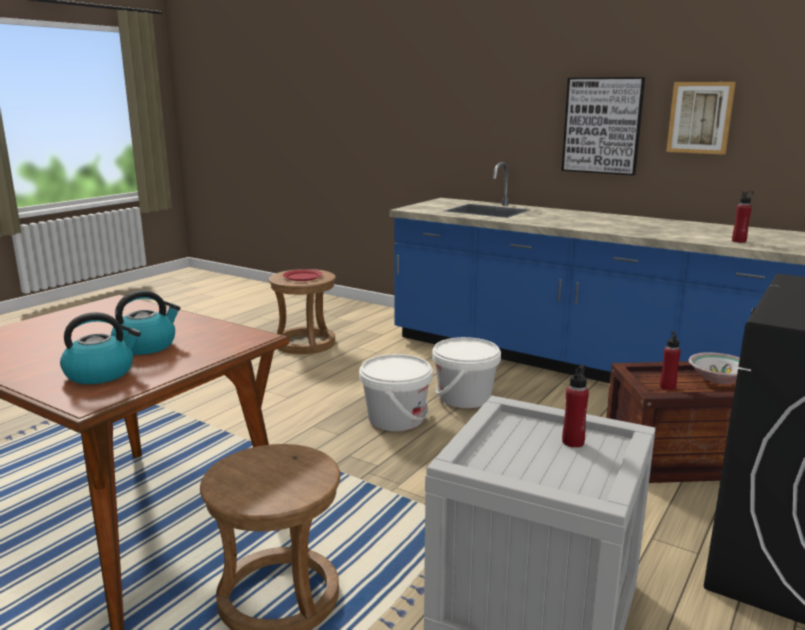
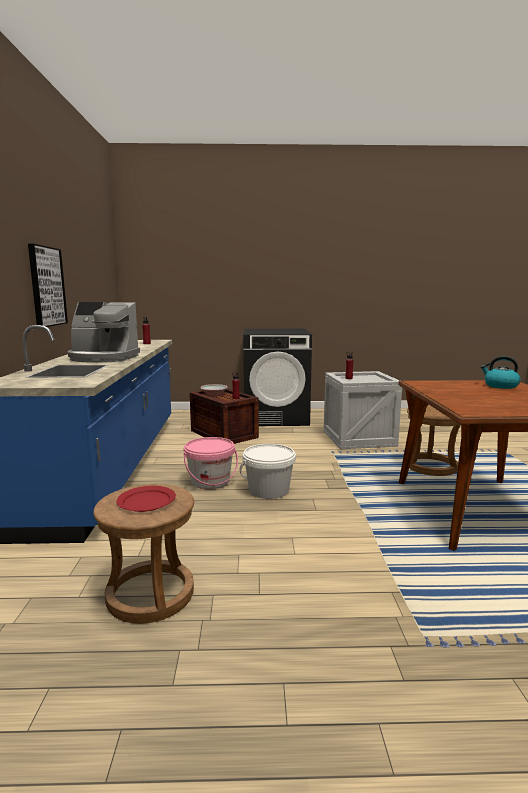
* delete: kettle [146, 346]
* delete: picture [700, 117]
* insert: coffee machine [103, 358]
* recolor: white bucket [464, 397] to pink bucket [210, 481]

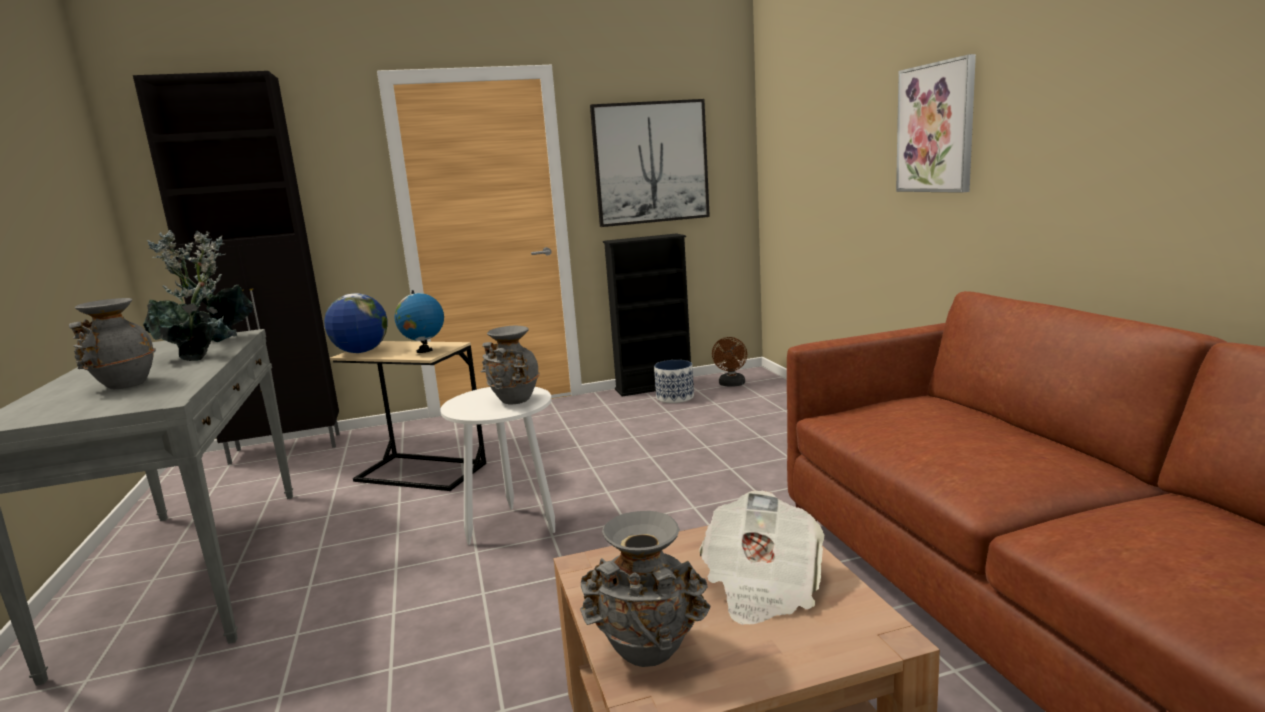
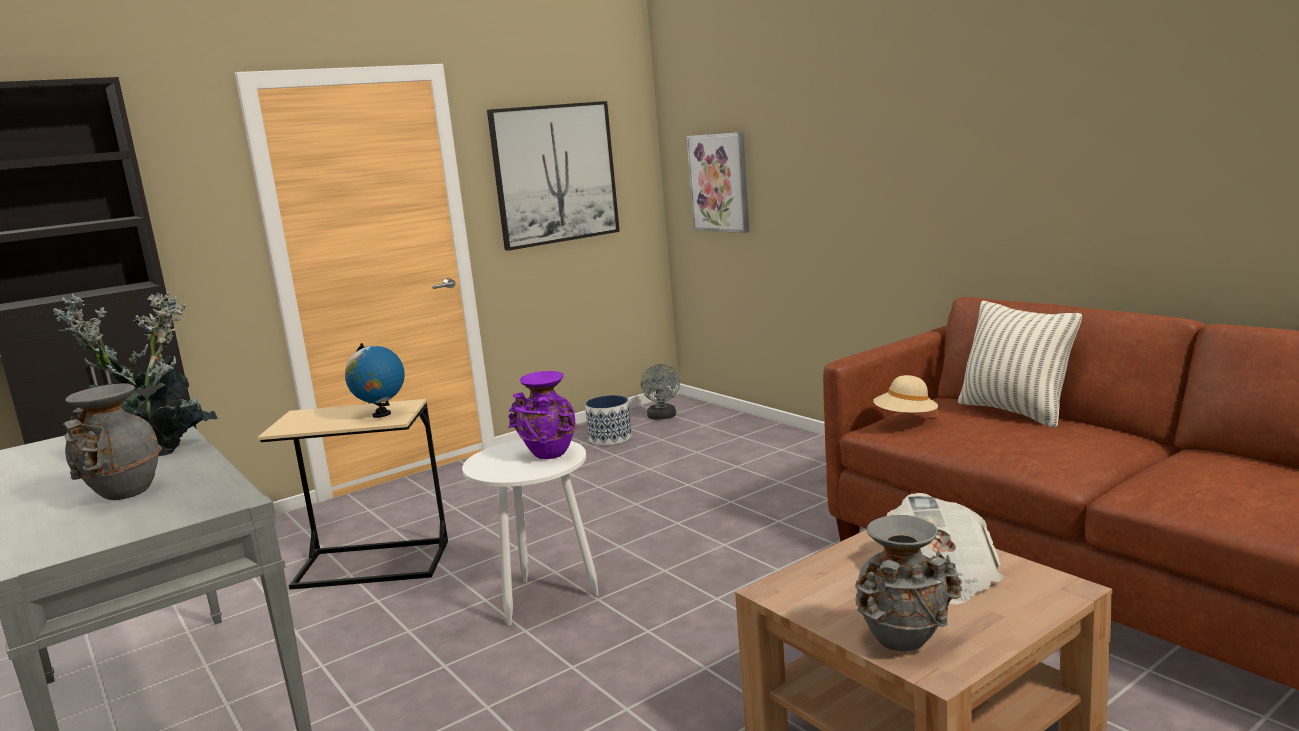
* delete: globe [361, 352]
* delete: black bookcase [654, 387]
* insert: beige hat [905, 418]
* insert: pillow [1015, 412]
* move: picture [936, 128] to [719, 182]
* recolor: grey vase [514, 401] to purple vase [549, 455]
* recolor: brown fan [731, 384] to grey fan [662, 417]

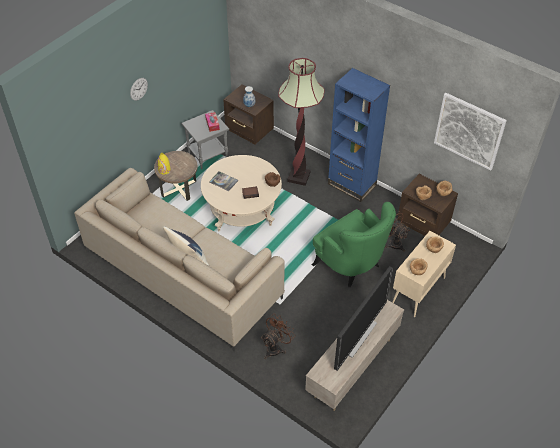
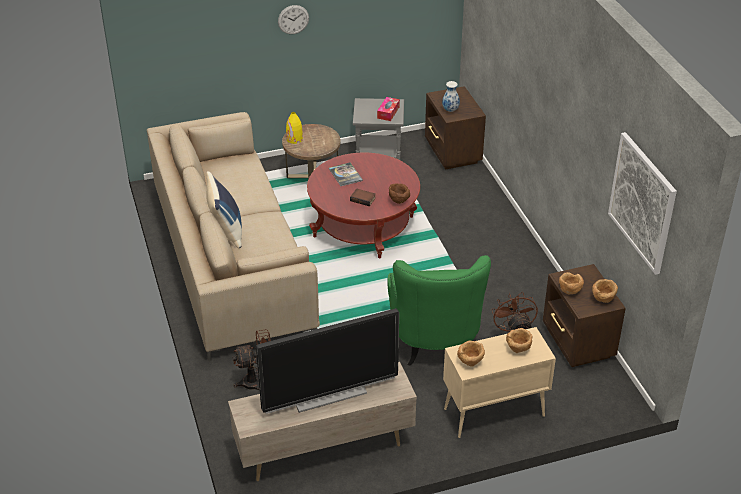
* delete: floor lamp [299, 177]
* delete: blue bookcase [351, 185]
* recolor: beige coffee table [242, 208] to red coffee table [363, 226]

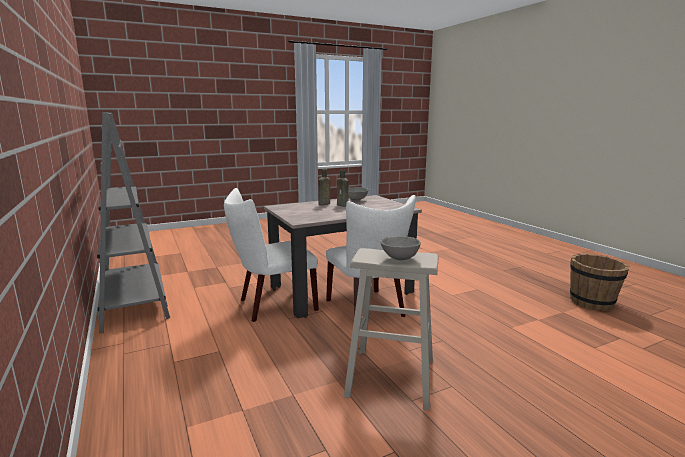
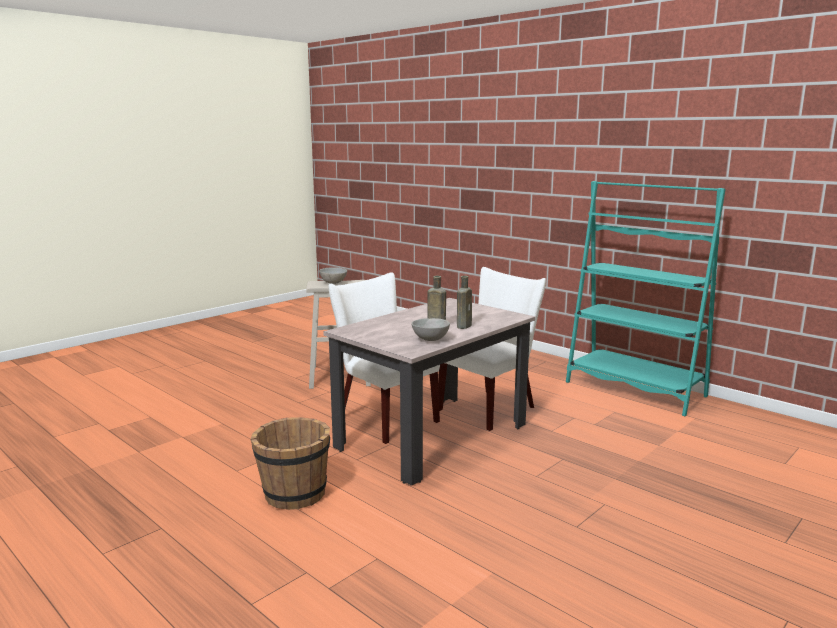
* move: brown bucket [592, 302] to [294, 494]
* recolor: grey bookcase [135, 301] to turquoise bookcase [635, 389]

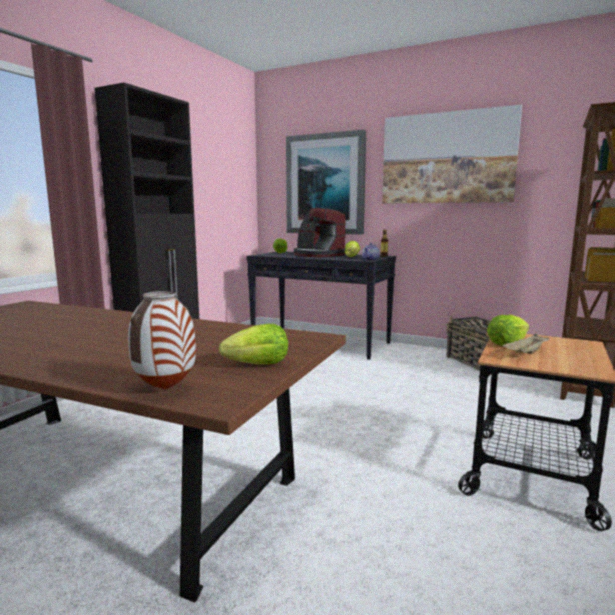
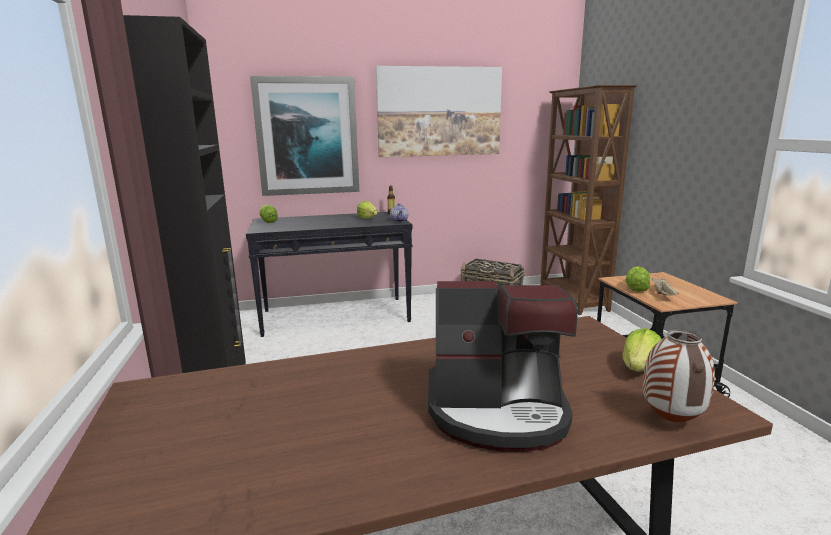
* move: coffee machine [318, 255] to [497, 410]

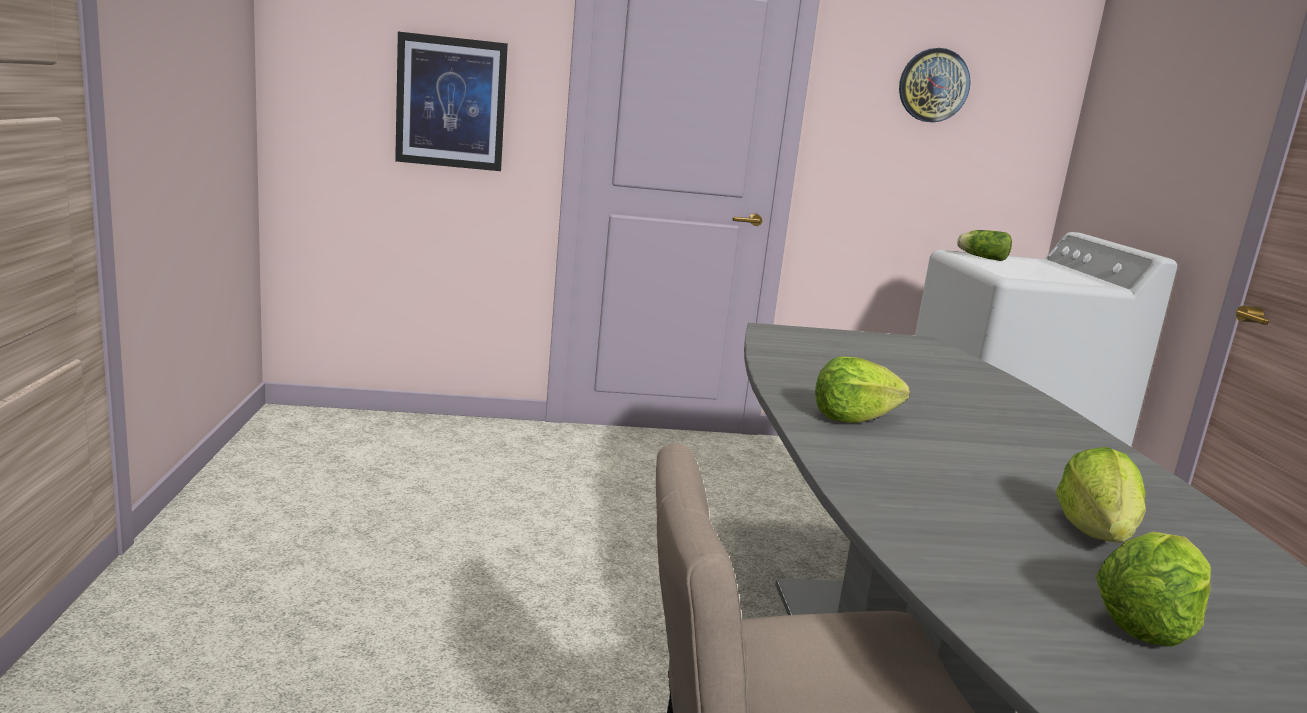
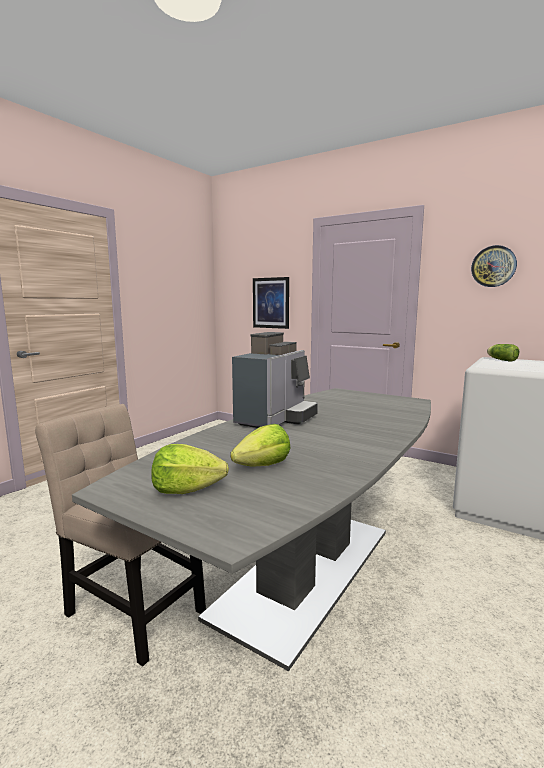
* replace: lettuce [853, 418] to coffee machine [276, 419]

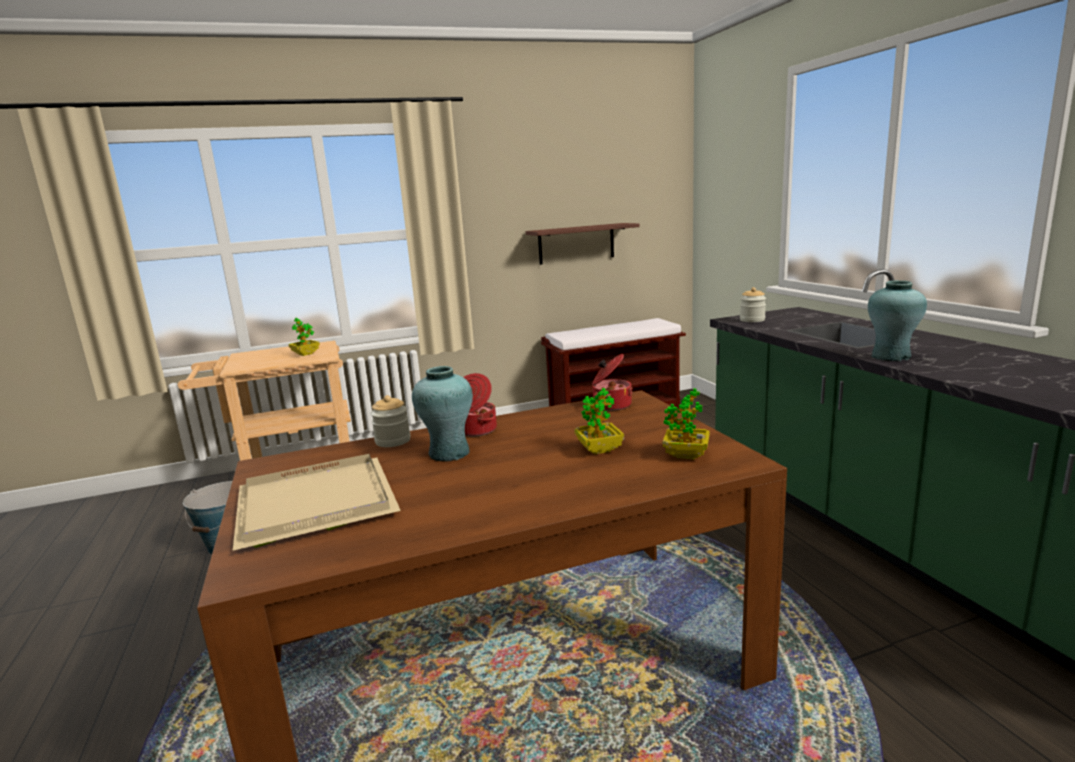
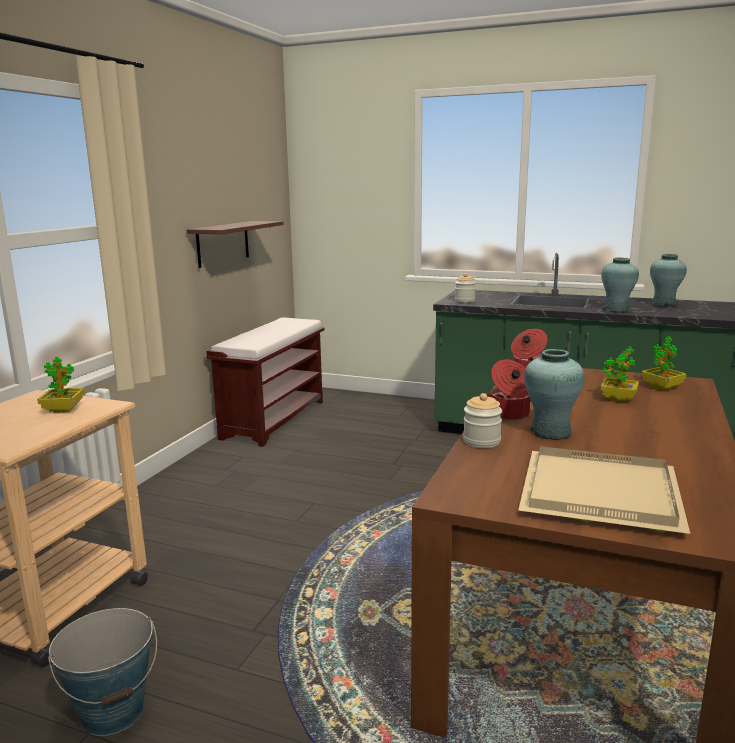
* insert: turquoise vase [664, 304]

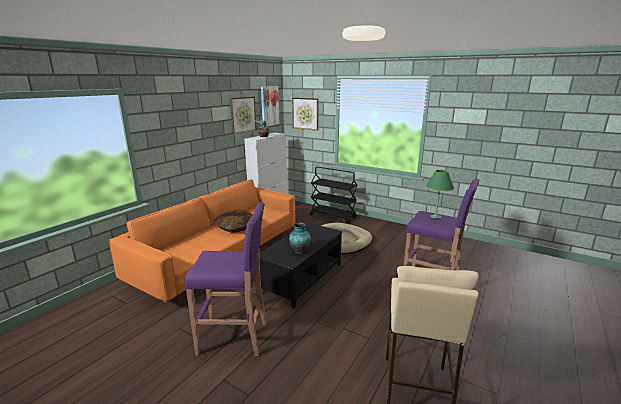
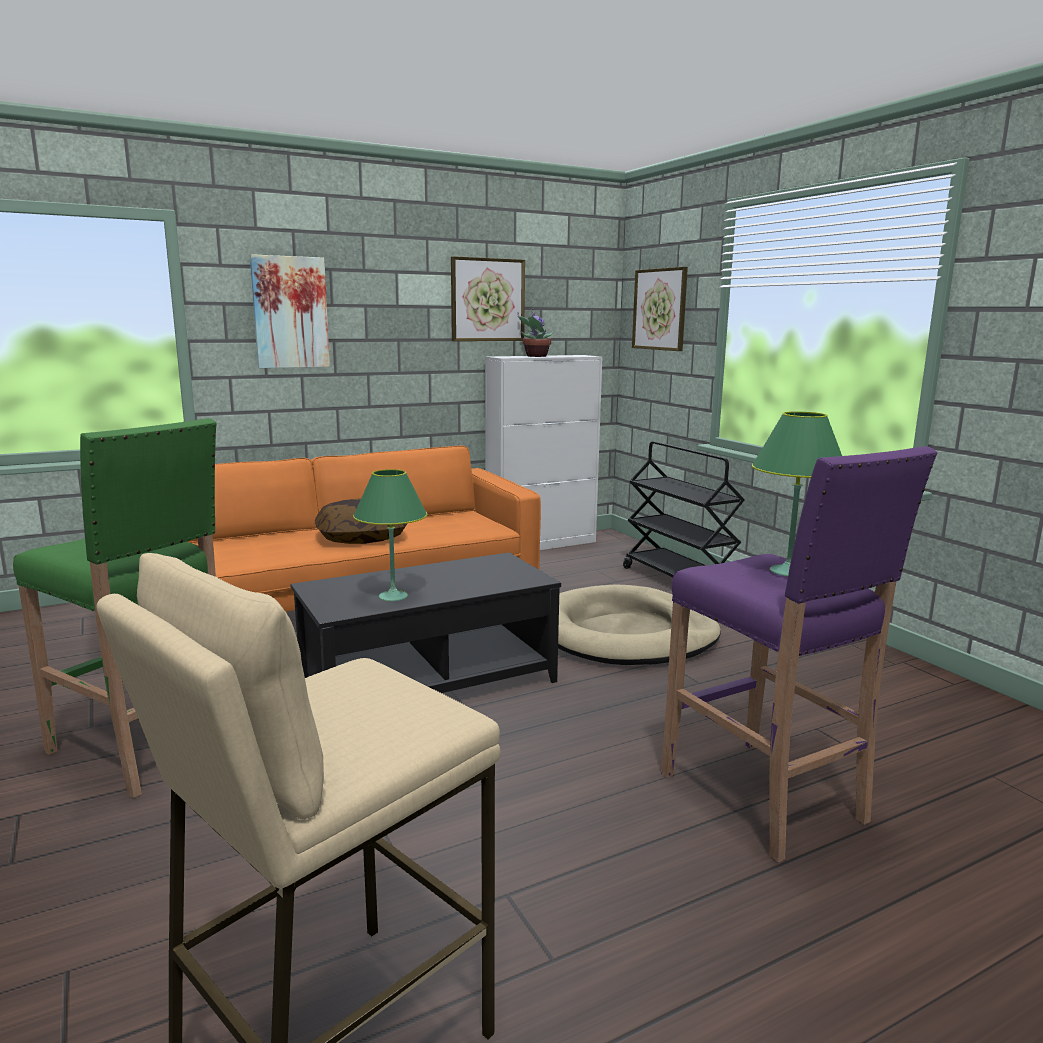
* move: picture [269, 106] to [290, 312]
* replace: vase [299, 251] to green table lamp [392, 596]
* recolor: purple stool [234, 338] to green stool [145, 748]

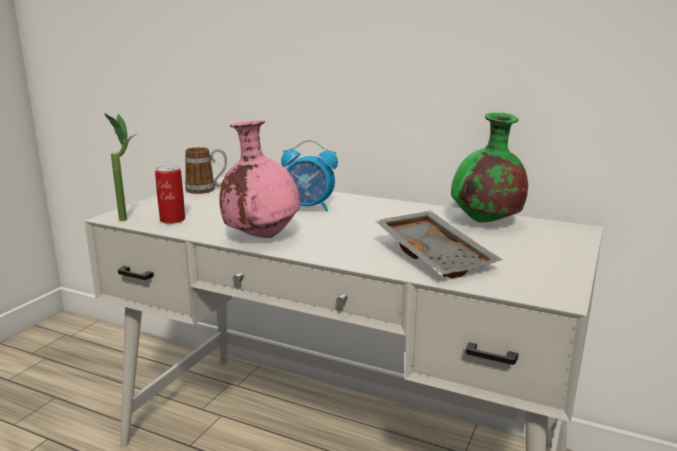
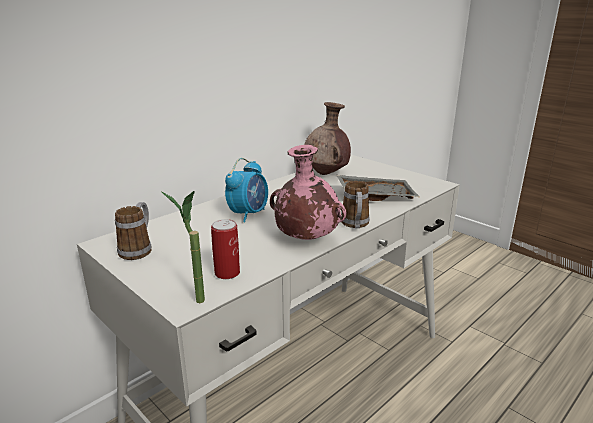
* insert: mug [355, 225]
* recolor: green vase [485, 222] to brown vase [326, 173]

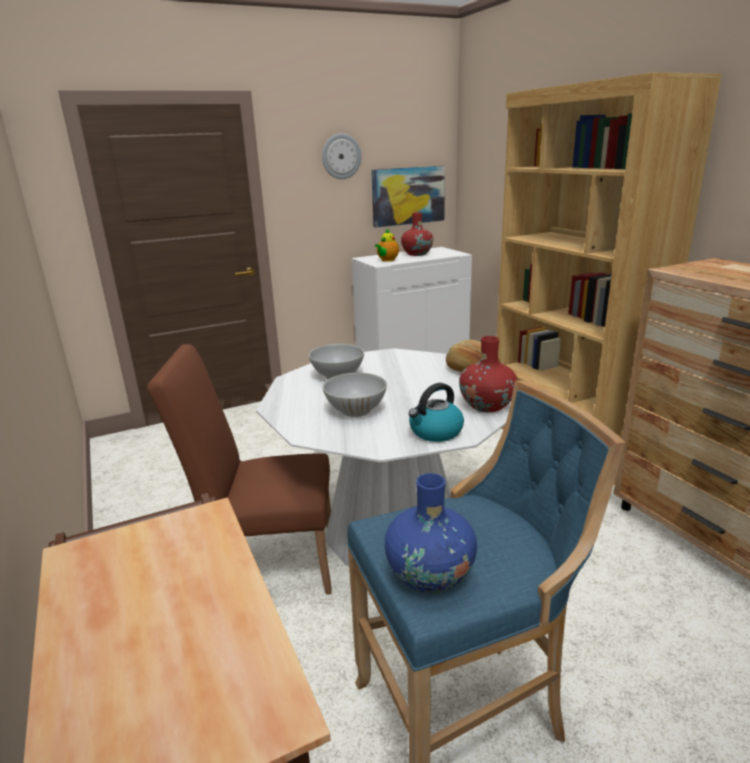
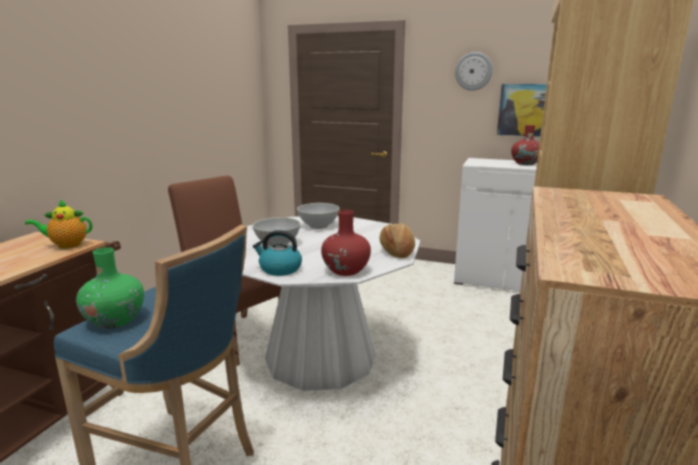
* move: teapot [387, 260] to [66, 245]
* recolor: blue vase [430, 575] to green vase [115, 320]

